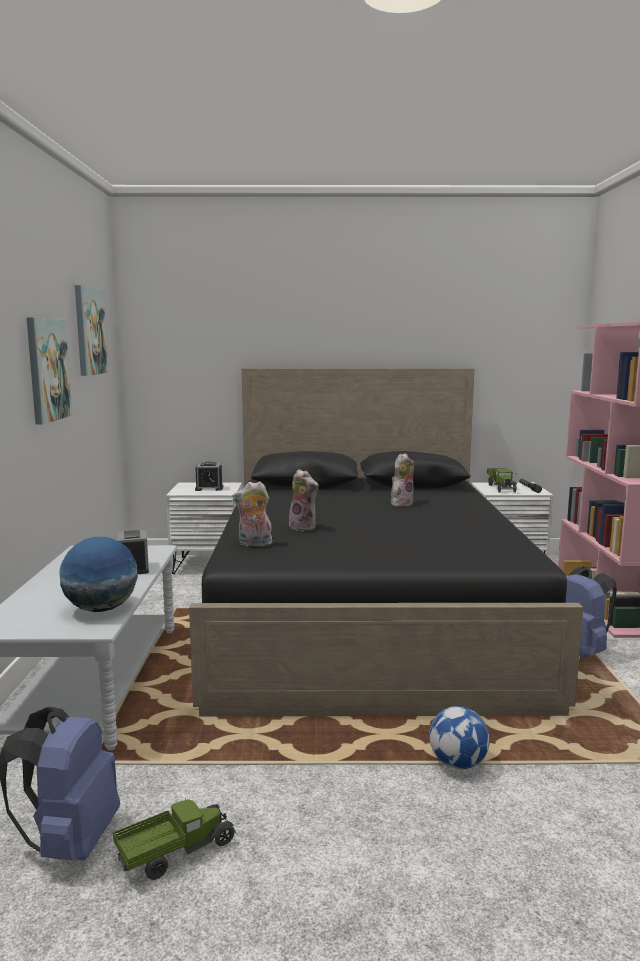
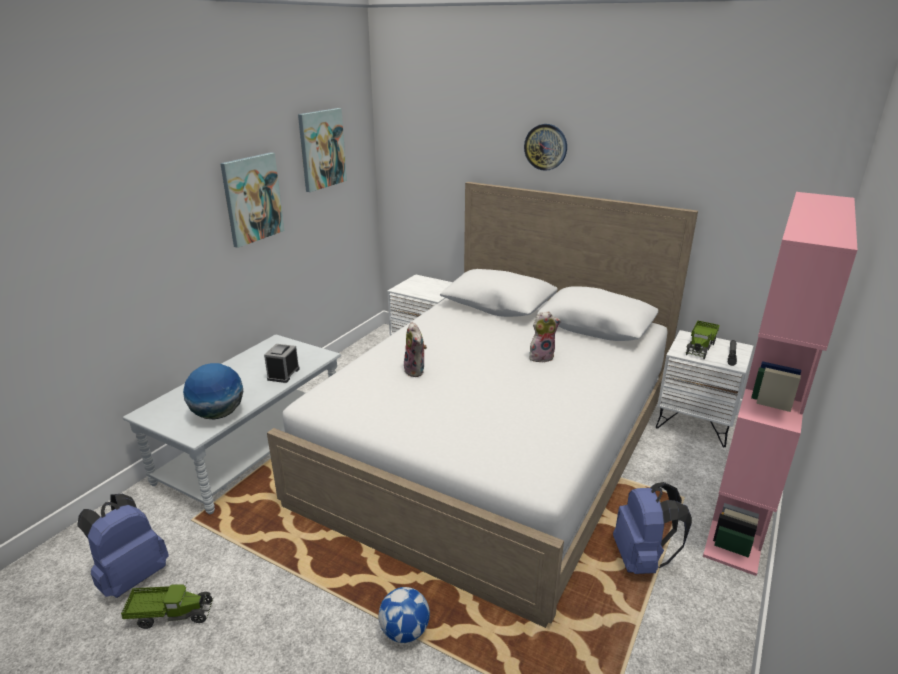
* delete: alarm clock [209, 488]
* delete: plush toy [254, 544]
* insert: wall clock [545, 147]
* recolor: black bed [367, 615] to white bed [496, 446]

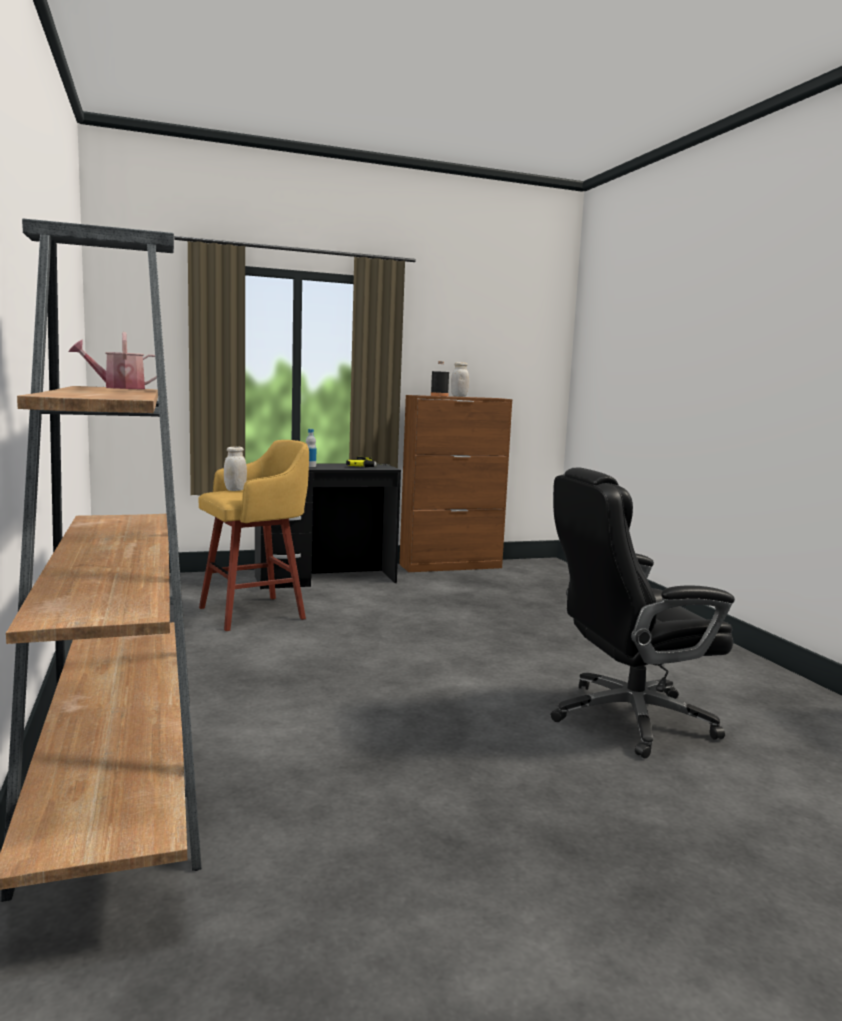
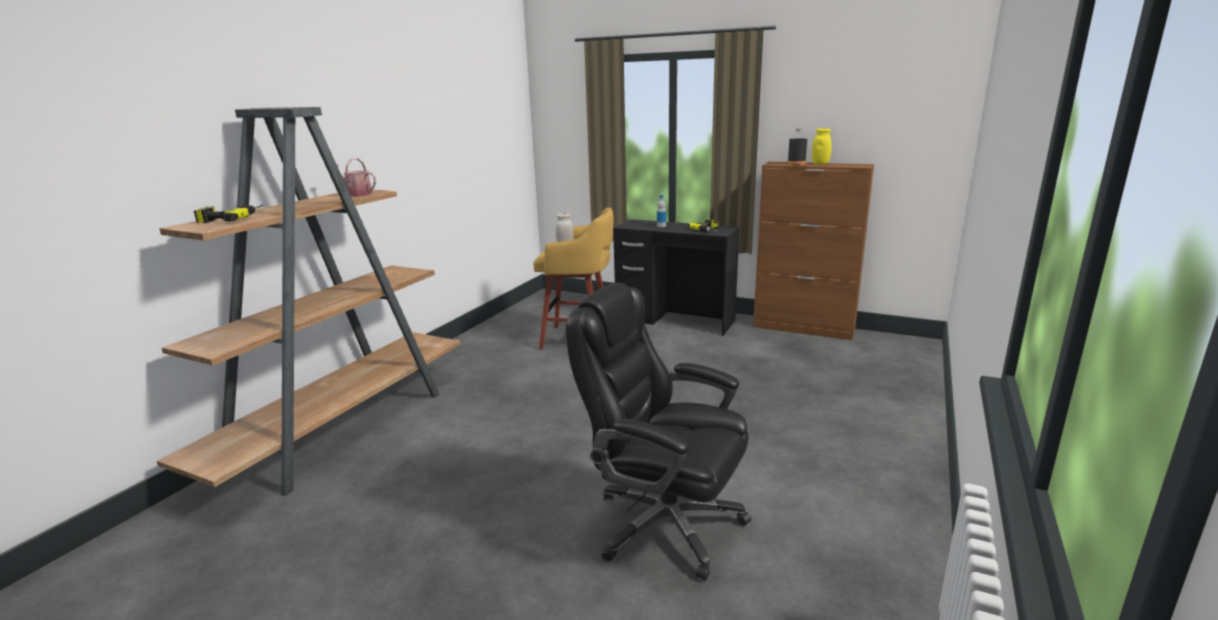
* insert: power drill [232, 217]
* recolor: white jar [459, 396] to yellow jar [820, 163]

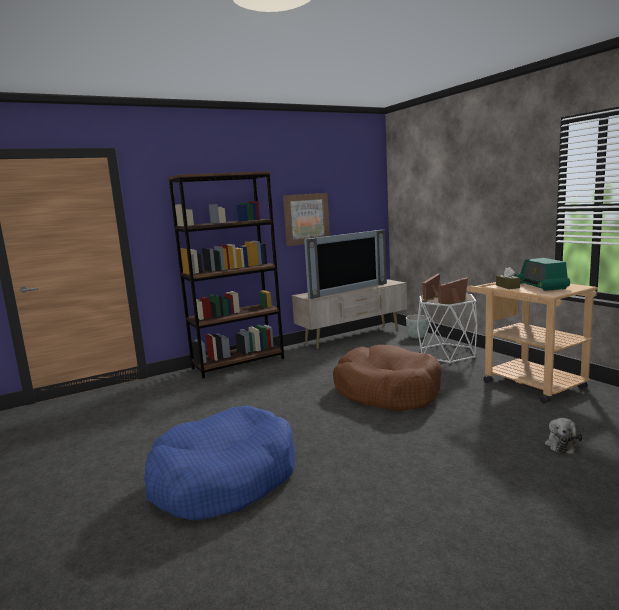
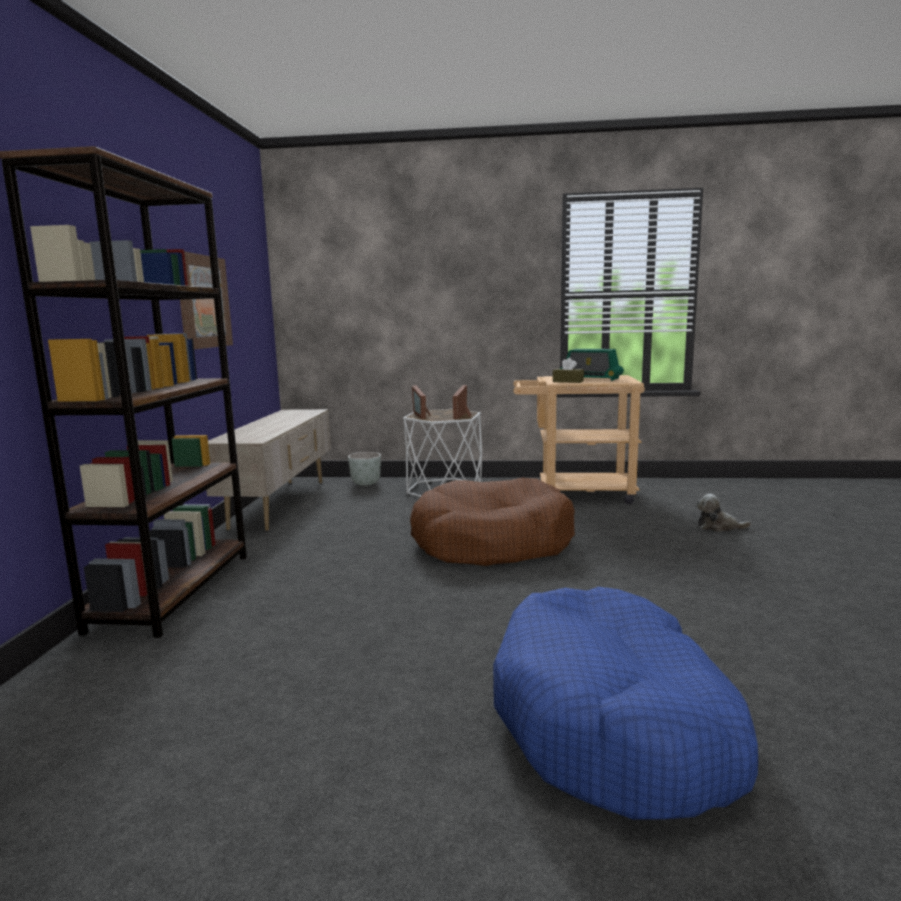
* delete: television [346, 290]
* rotate: plush toy [561, 444] = [718, 527] 135 degrees clockwise

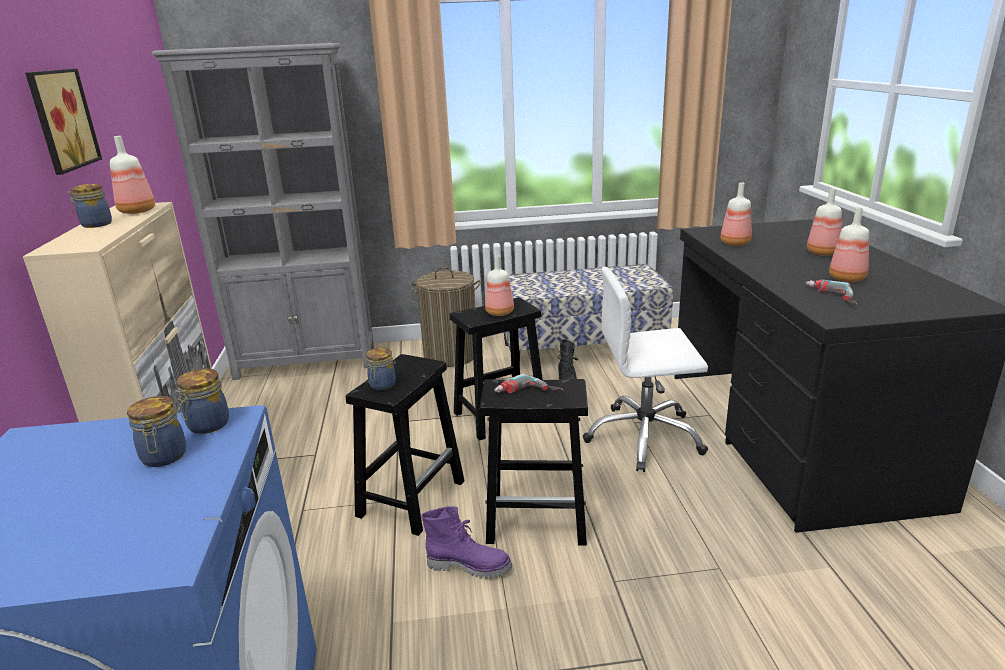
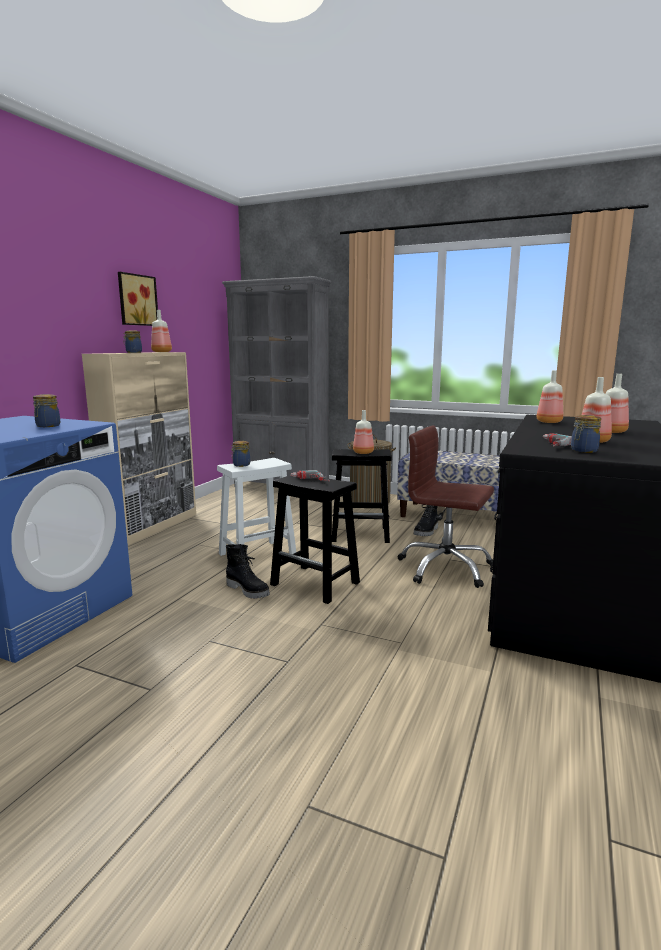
* move: jar [207, 425] to [583, 451]
* recolor: black stool [412, 497] to white stool [258, 555]
* recolor: purple boot [469, 565] to black boot [248, 590]
* recolor: white office chair [644, 437] to brown office chair [445, 568]

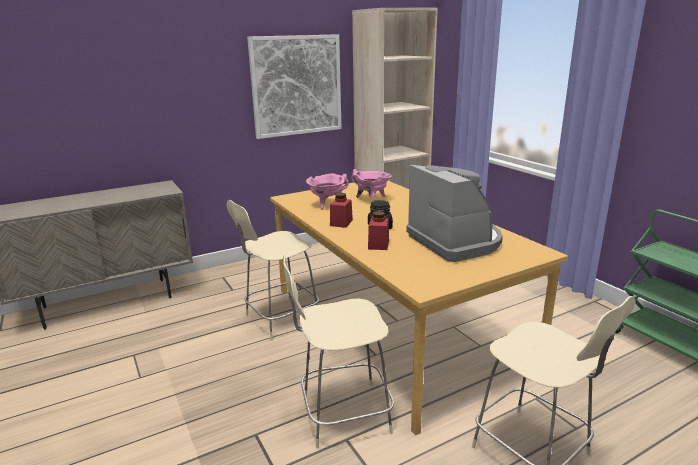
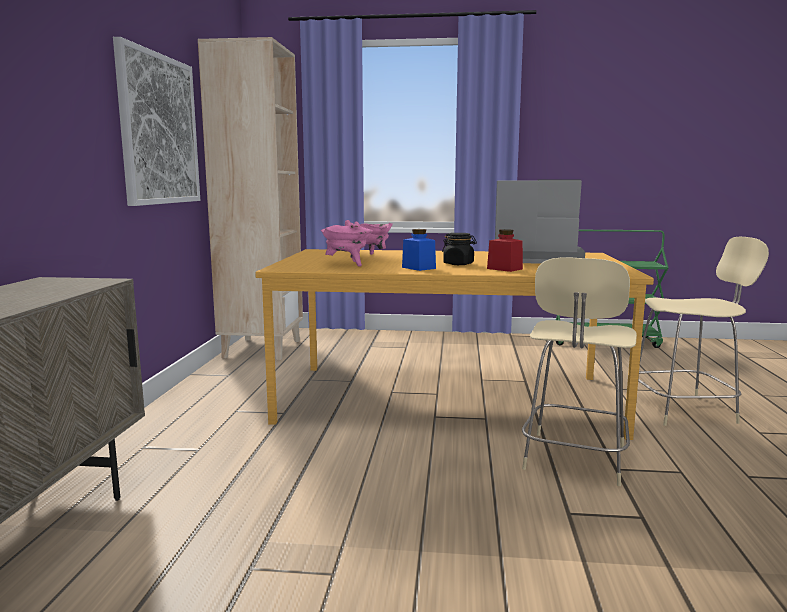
* delete: beige chair [280, 318]
* recolor: red jar [341, 223] to blue jar [418, 268]

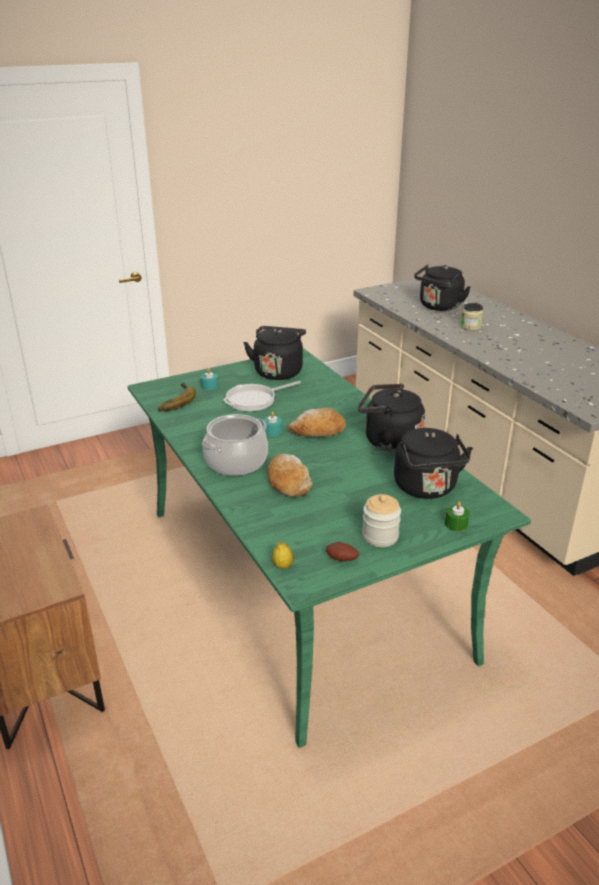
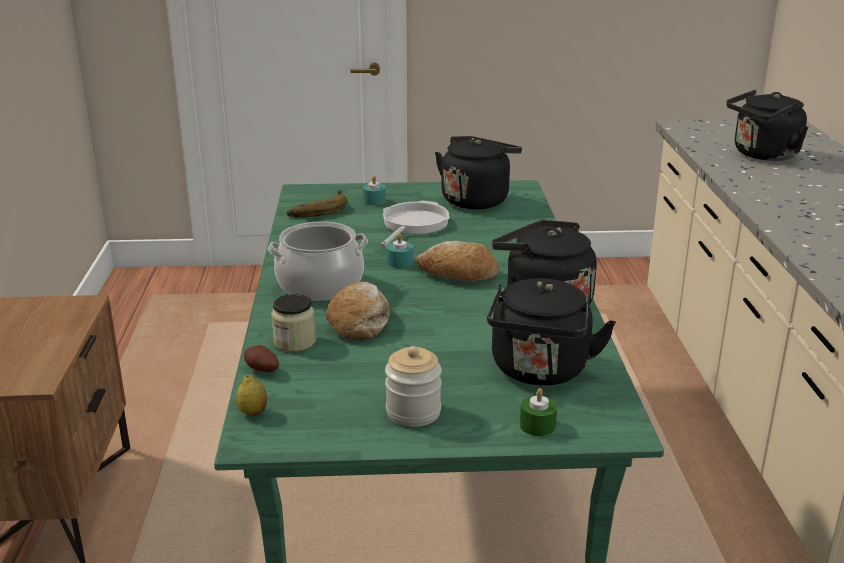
* move: potato [341, 560] to [261, 370]
* move: jar [470, 326] to [294, 342]
* rotate: frying pan [254, 400] = [413, 225] 120 degrees clockwise

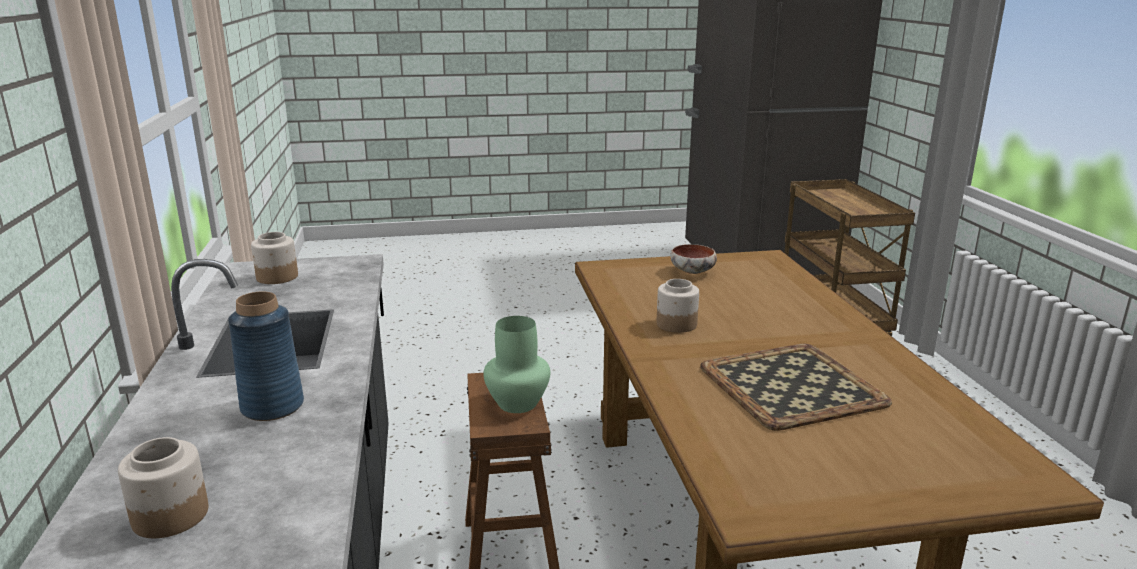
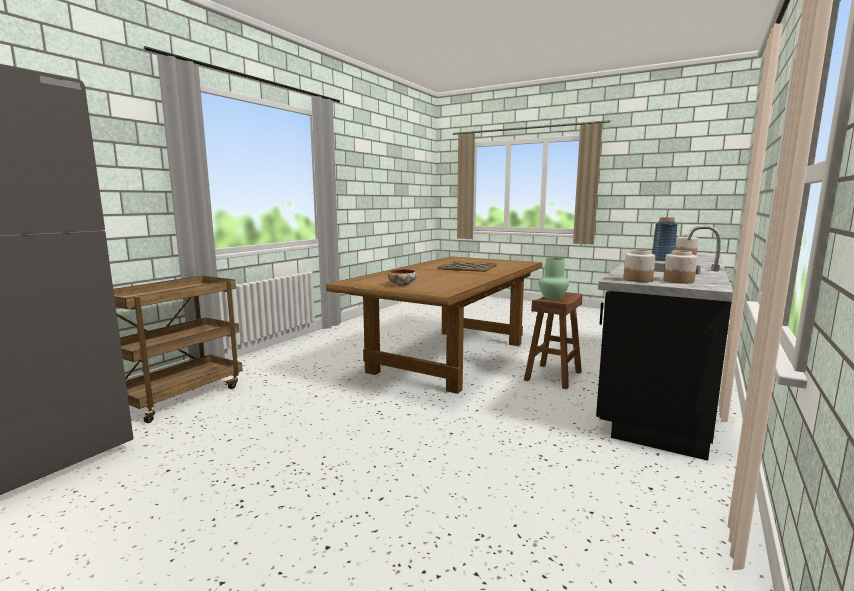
* move: jar [676, 324] to [638, 280]

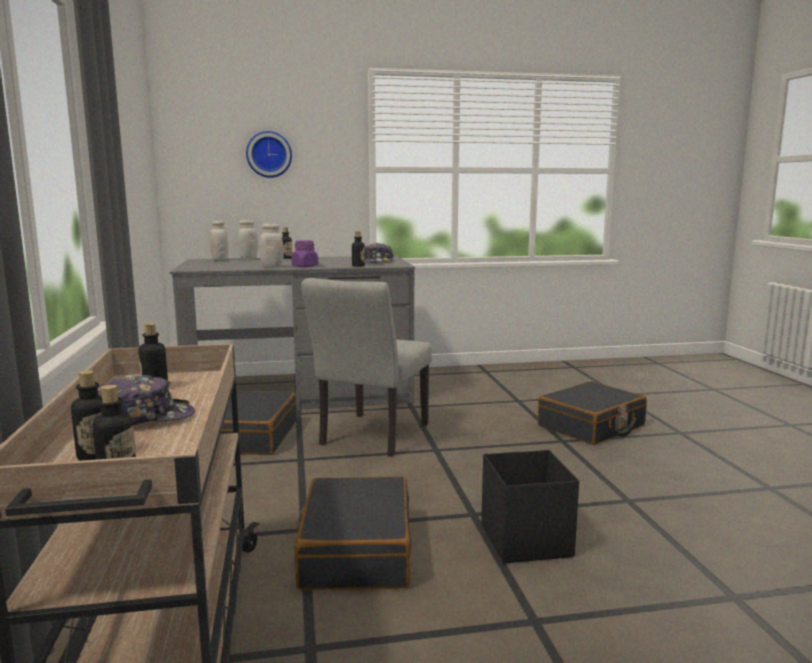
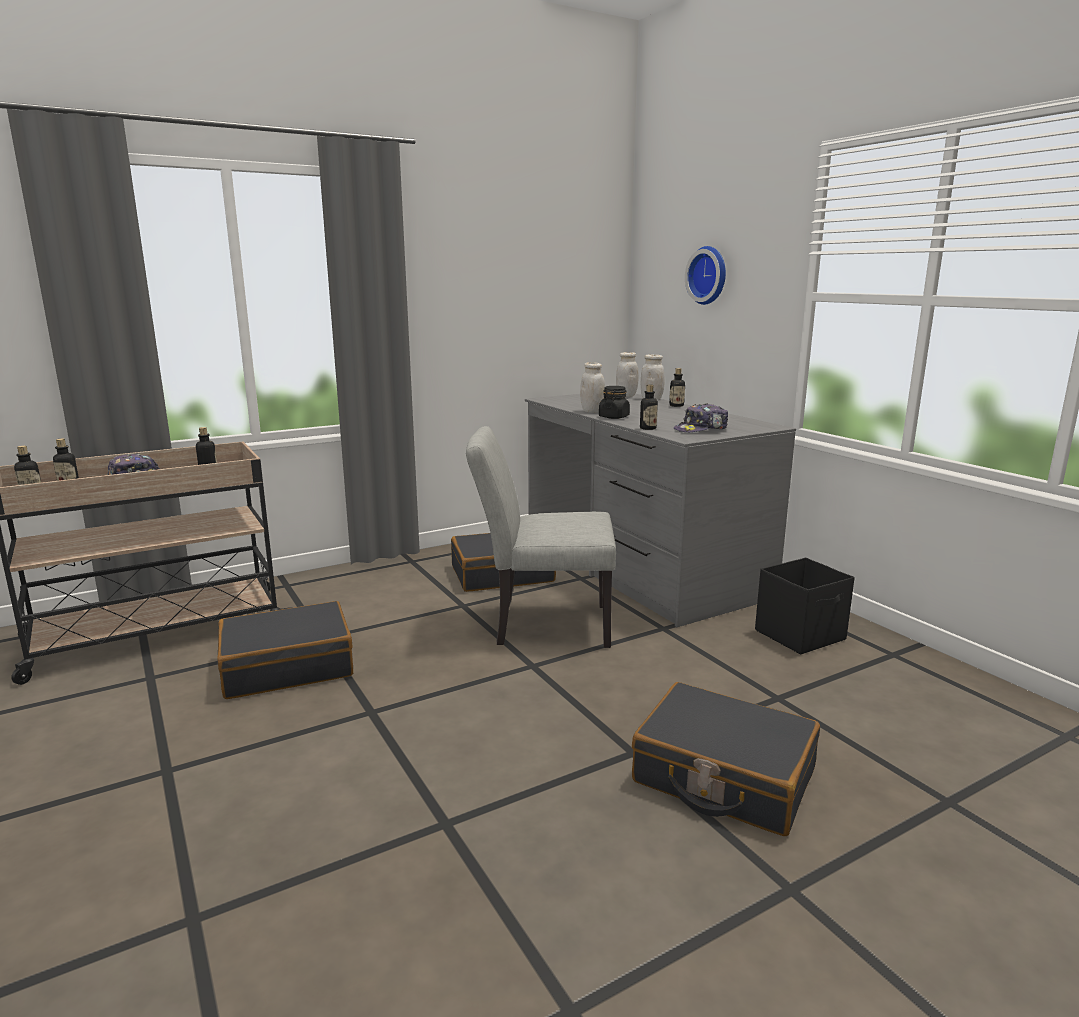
* move: black storage box [526, 539] to [801, 635]
* recolor: purple jar [305, 266] to black jar [614, 417]

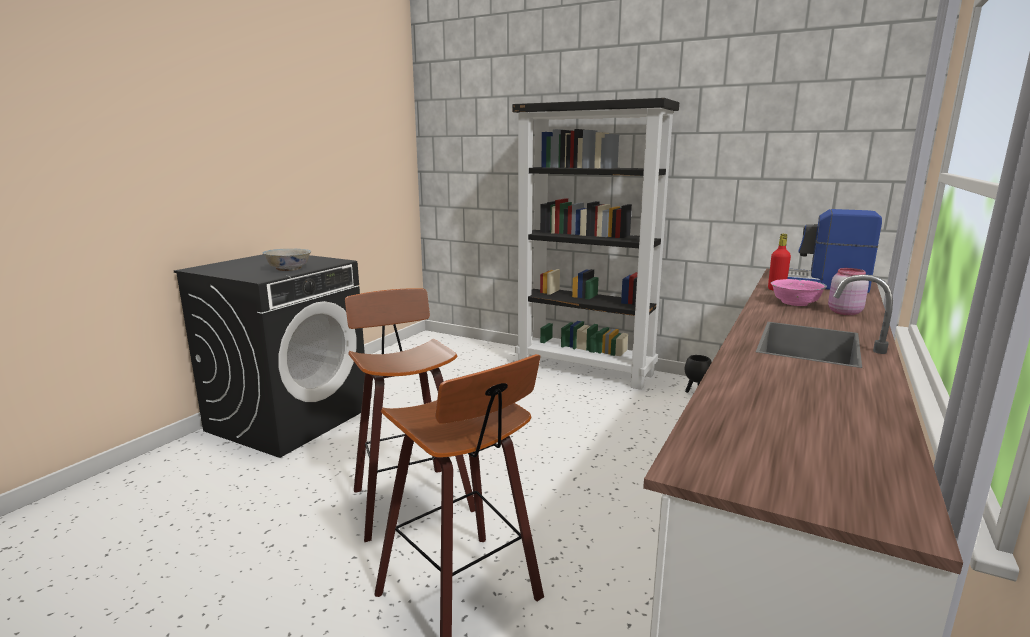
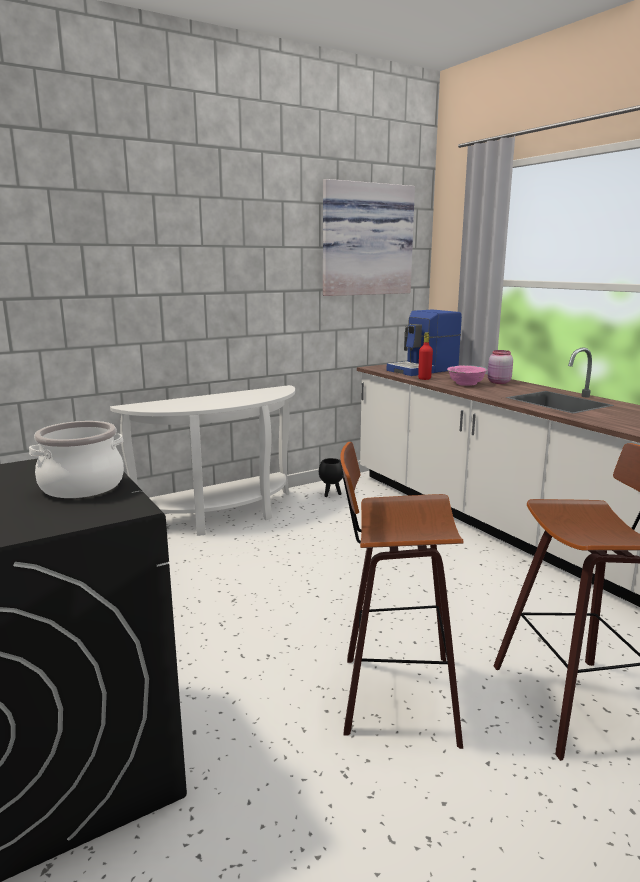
* insert: picture [365, 240]
* replace: white bowl [288, 269] to cooking pot [82, 486]
* replace: black bookcase [586, 370] to white console table [223, 516]

